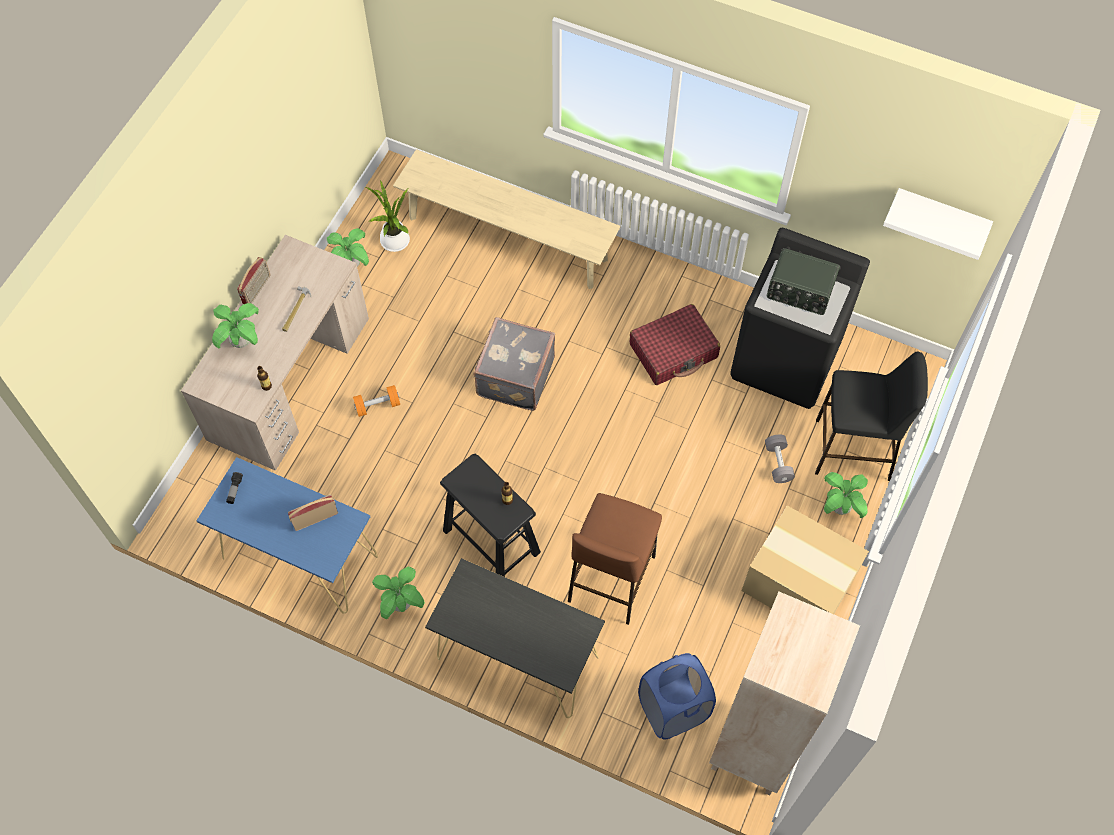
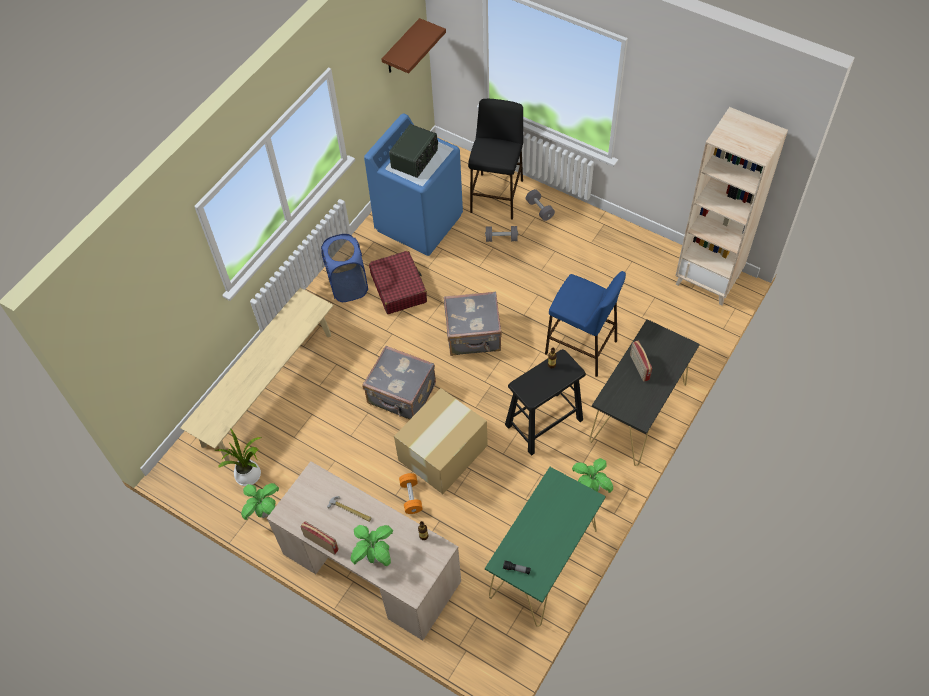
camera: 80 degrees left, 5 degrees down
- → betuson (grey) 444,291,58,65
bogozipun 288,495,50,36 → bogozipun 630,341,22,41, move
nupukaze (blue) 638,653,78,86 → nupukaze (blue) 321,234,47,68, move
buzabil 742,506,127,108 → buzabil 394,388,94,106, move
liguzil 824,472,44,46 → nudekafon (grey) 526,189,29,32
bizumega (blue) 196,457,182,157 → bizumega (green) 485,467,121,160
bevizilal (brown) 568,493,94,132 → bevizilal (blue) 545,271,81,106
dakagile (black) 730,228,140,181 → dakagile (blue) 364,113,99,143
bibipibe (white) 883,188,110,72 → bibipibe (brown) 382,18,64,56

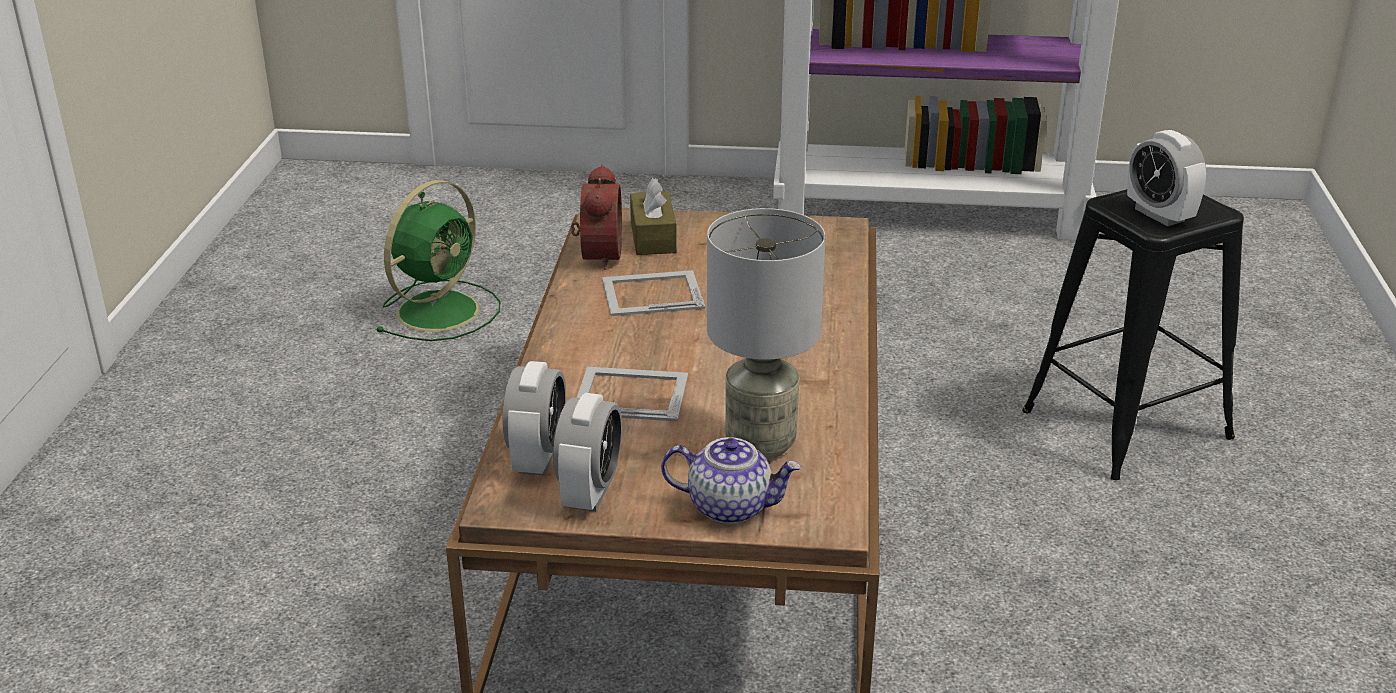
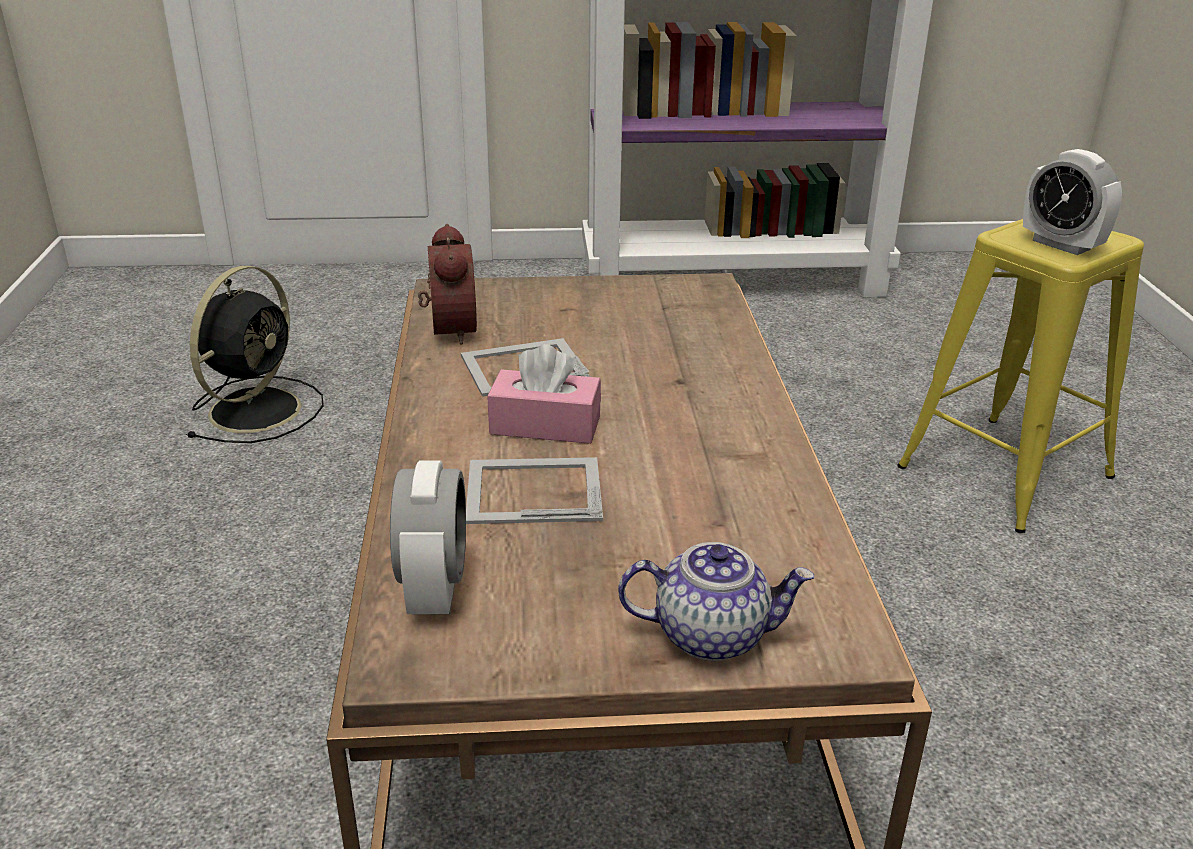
camera: 10 degrees left, 0 degrees up
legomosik 553,393,69,119 → -
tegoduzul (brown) 630,178,47,77 → -
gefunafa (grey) 707,208,118,251 → -
- → tegoduzul (pink) 487,344,114,100
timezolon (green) 376,180,124,161 → timezolon (black) 186,266,138,177
bevizilal (black) 1022,189,222,291 → bevizilal (yellow) 898,219,246,314

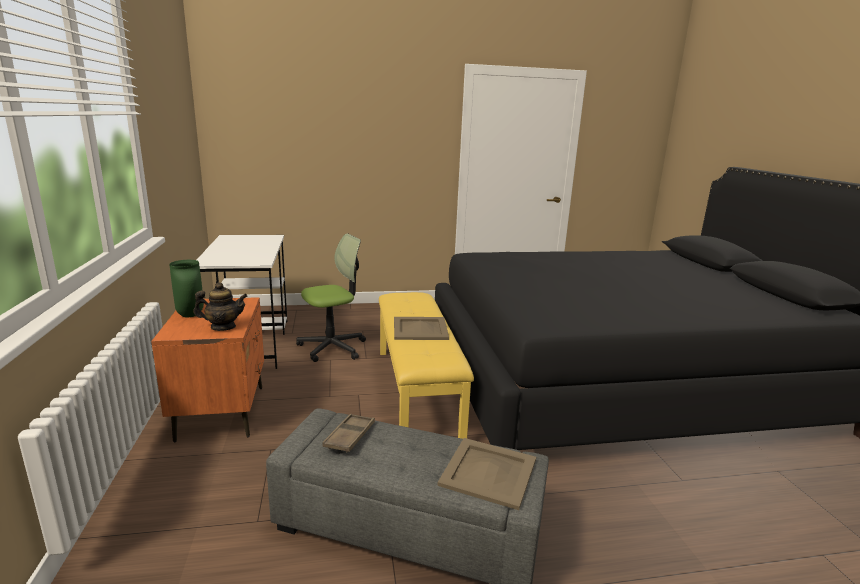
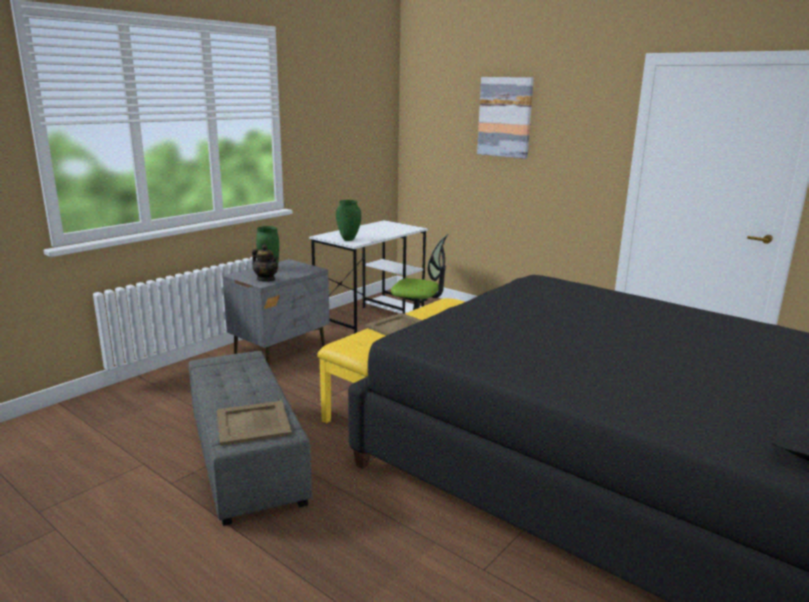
camera: 50 degrees right, 0 degrees up
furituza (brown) 322,414,53,39 → -
- → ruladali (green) 336,200,25,41
- → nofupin 477,77,57,82
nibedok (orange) 151,297,113,146 → nibedok (grey) 222,259,108,108

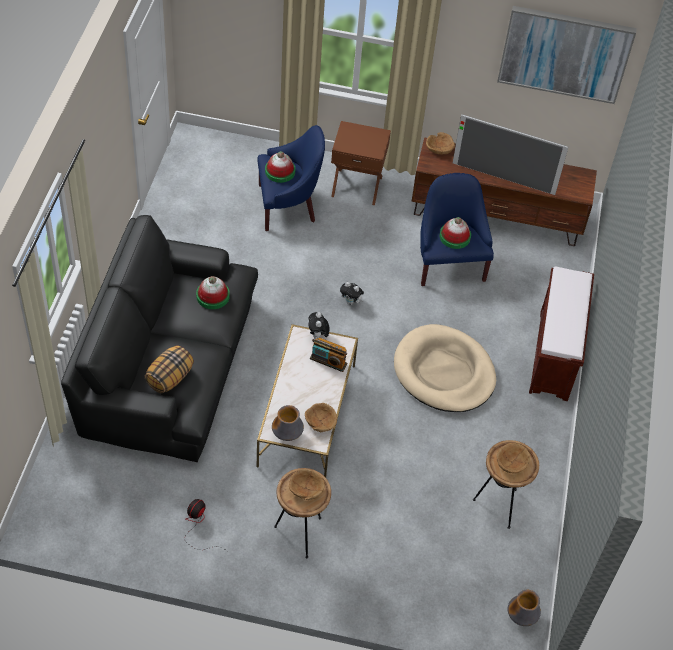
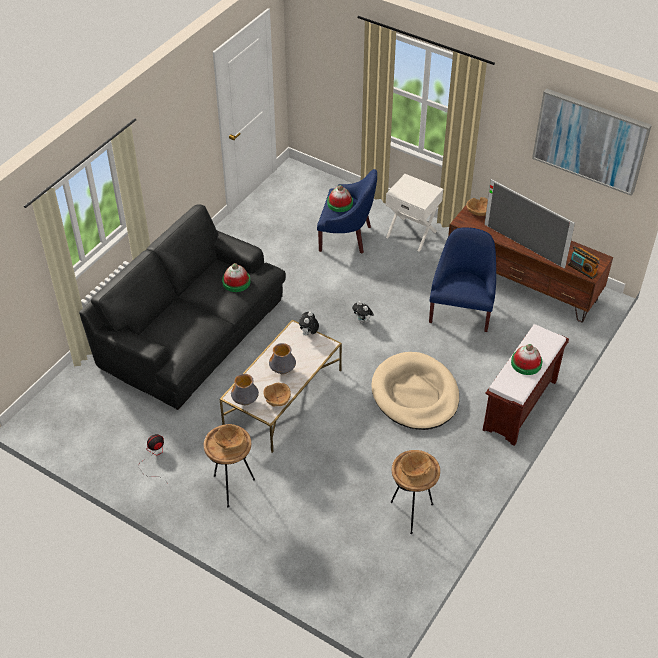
camera: 25 degrees right, 5 degrees down
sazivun 145,346,49,47 → -
bogozipun 310,338,37,34 → bogozipun 568,246,32,34, move
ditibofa 440,217,31,32 → ditibofa 511,344,32,31, move
ruladali 508,590,33,36 → ruladali 269,343,27,32, move
nibedok (brown) 331,121,60,84 → nibedok (white) 385,174,58,78

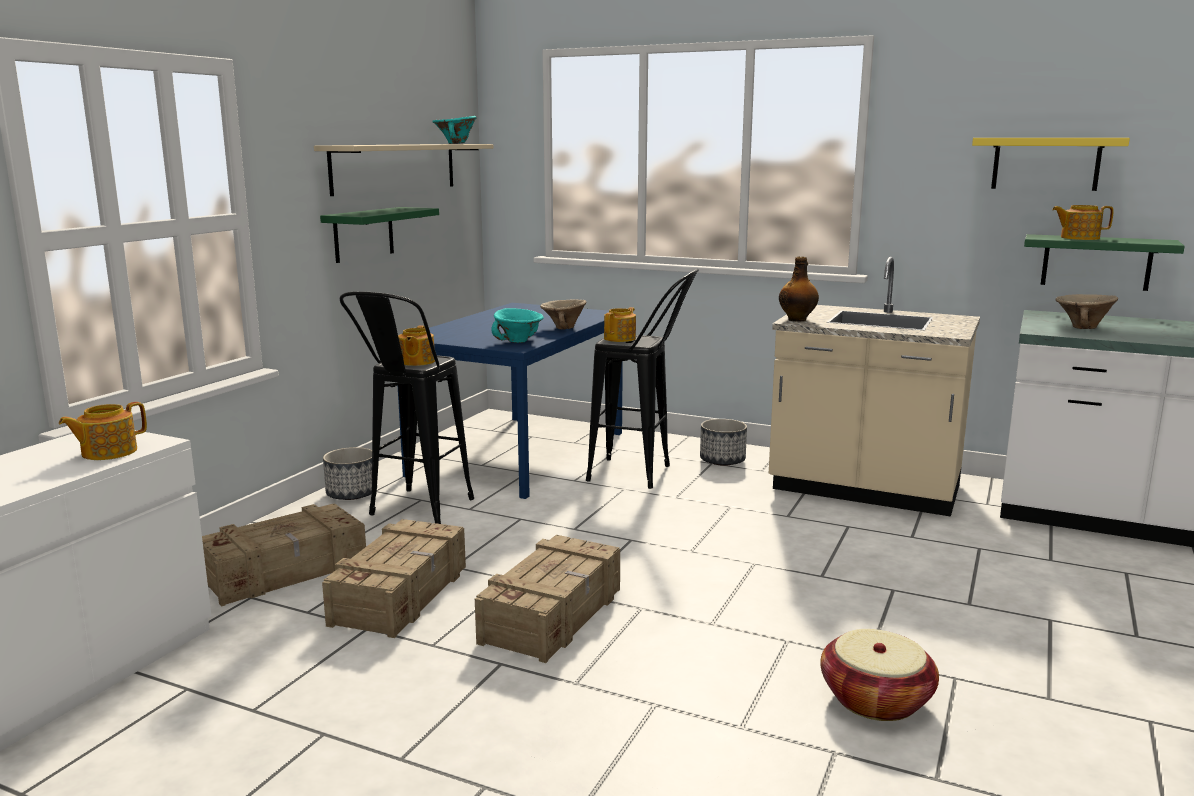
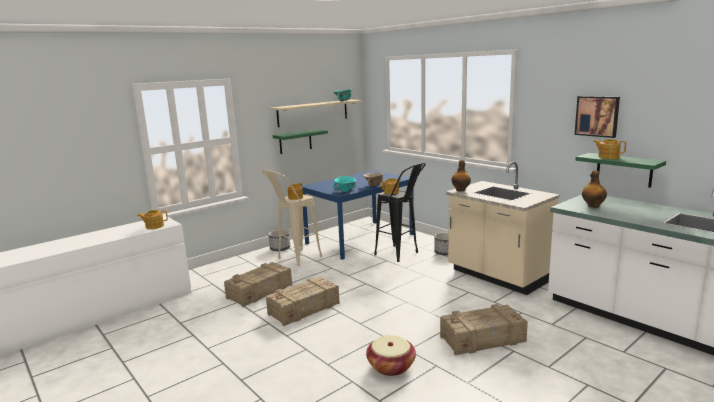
camera: 25 degrees right, 0 degrees up
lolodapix 202,503,164,104 → lolodapix 440,304,88,52, move
bibipibe (yellow) 972,138,158,53 → nofupin 575,96,45,42
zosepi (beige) 1055,294,63,35 → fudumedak 582,171,25,37
bevizilal (black) 340,291,134,233 → bevizilal (beige) 262,170,60,96

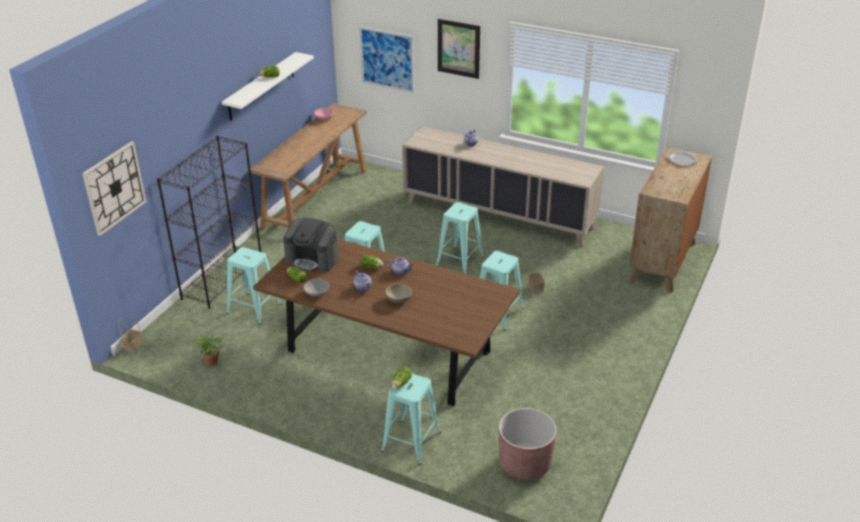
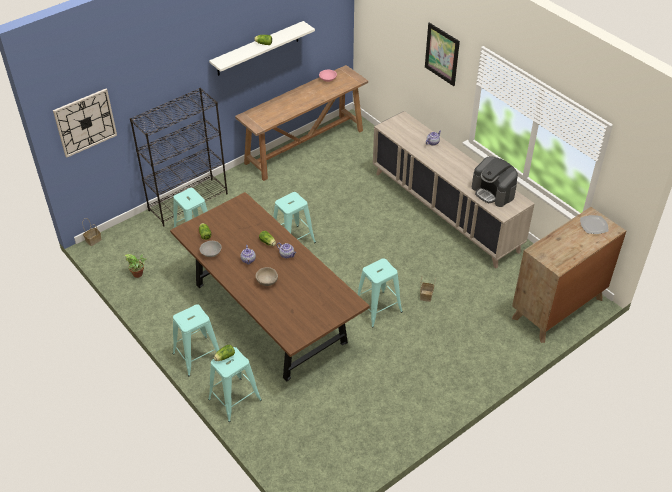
camera: 25 degrees right, 10 degrees up
nofupin 359,27,56,66 → -
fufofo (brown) 499,408,58,72 → -
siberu 283,218,56,55 → siberu 472,156,46,51, move
bevizilal (turquoise) 436,202,48,72 → bevizilal (turquoise) 173,304,47,72, move

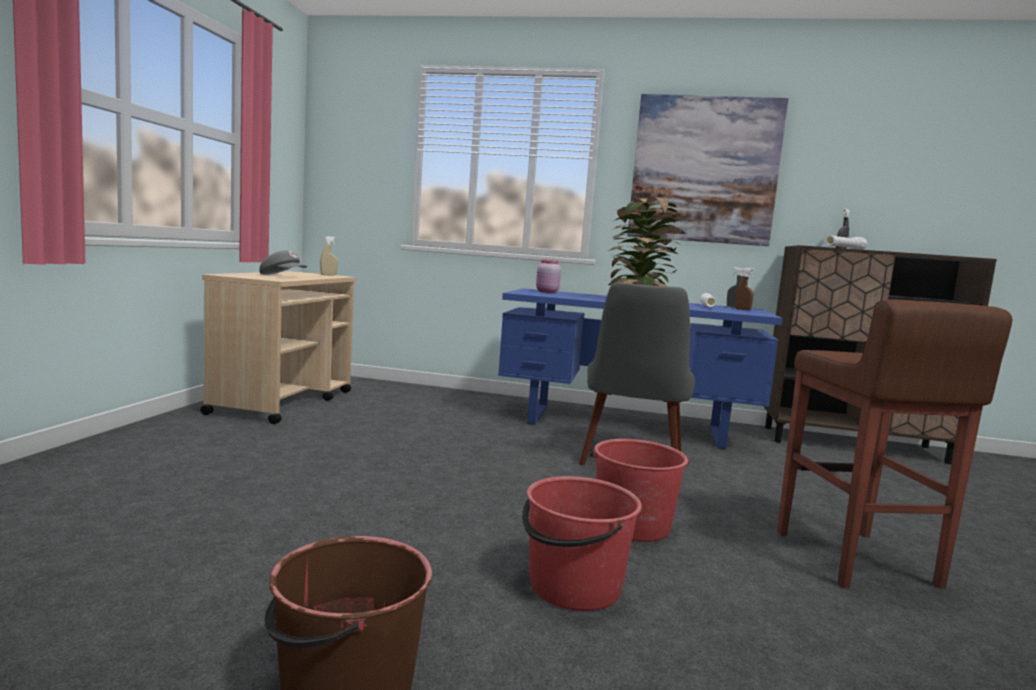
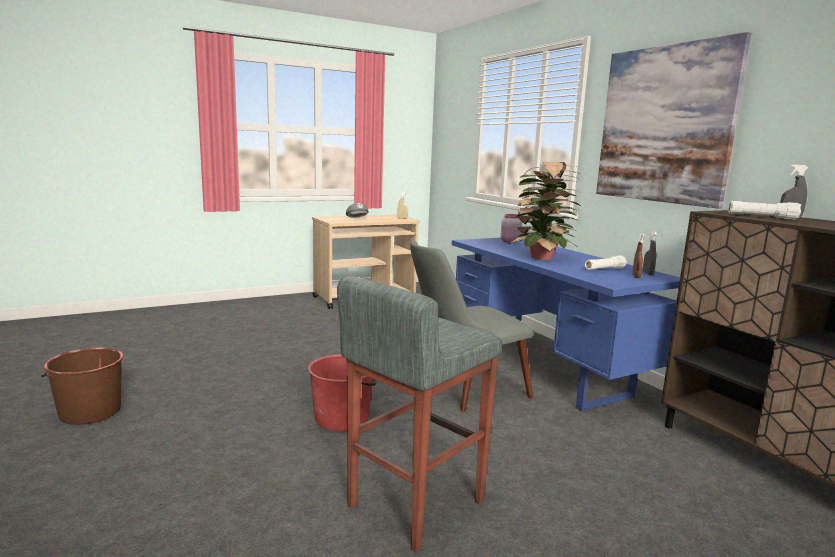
camera: 50 degrees right, 5 degrees up
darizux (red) 522,476,120,135 → -
bevizilal (brown) 777,299,235,290 → bevizilal (grey) 337,276,165,277

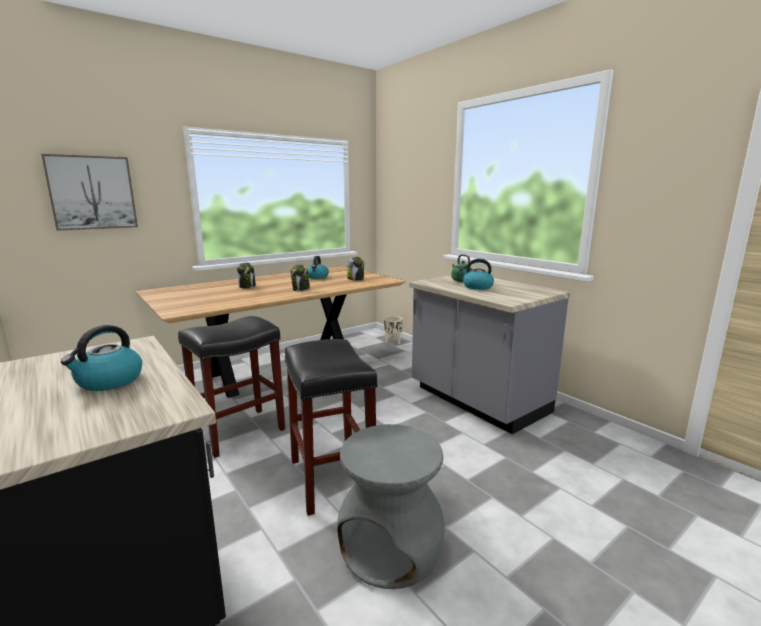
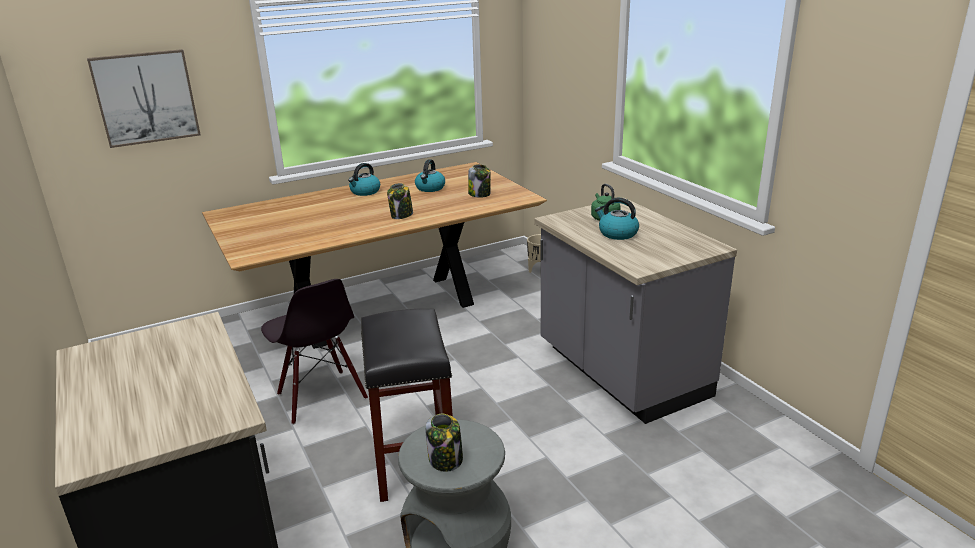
camera: 10 degrees right, 10 degrees up
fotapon 61,325,81,66 → fotapon 348,163,32,33, move
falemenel 237,263,19,26 → falemenel 425,414,38,58, move
bevizilal (black) 178,316,107,142 → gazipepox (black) 261,279,107,146

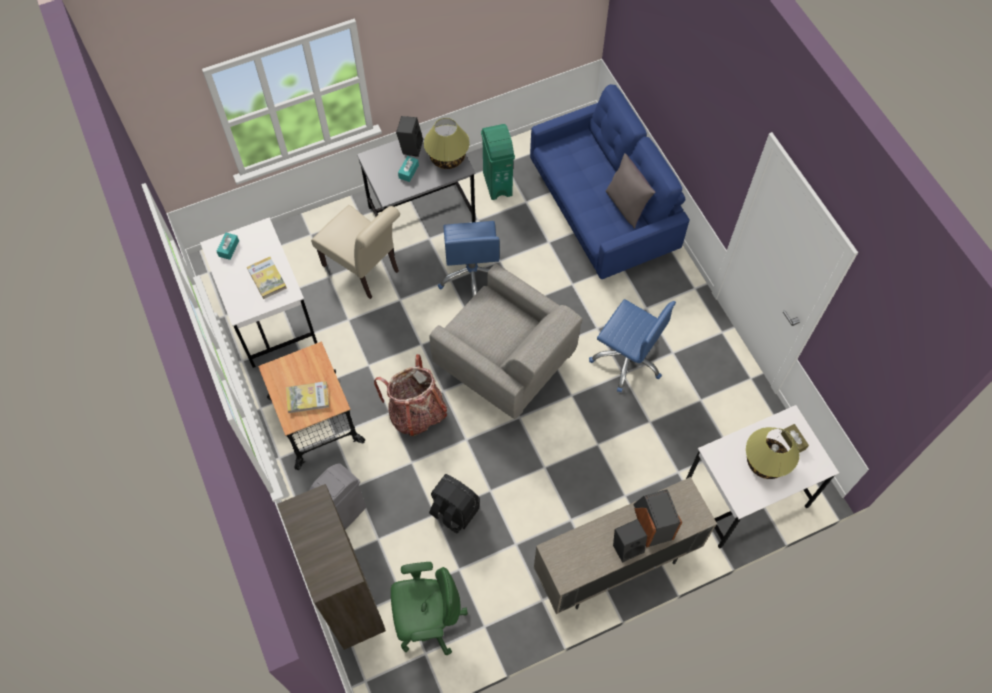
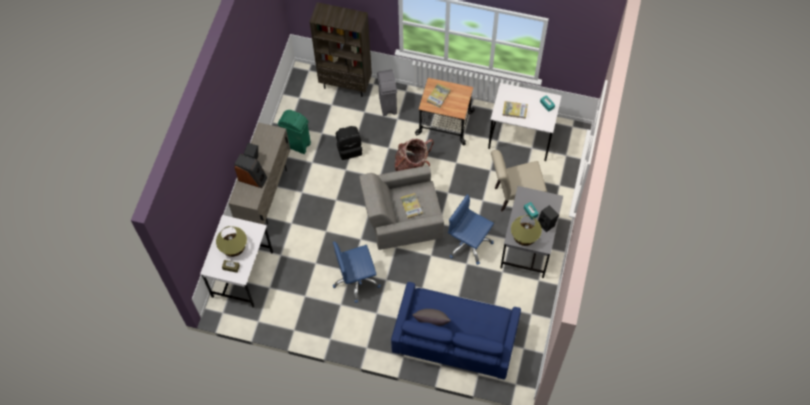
camera: 130 degrees right, 0 degrees up
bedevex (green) 391,562,77,93 → -
- → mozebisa 400,193,23,26
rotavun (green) 481,124,34,76 → rotavun (green) 278,110,33,44, move

